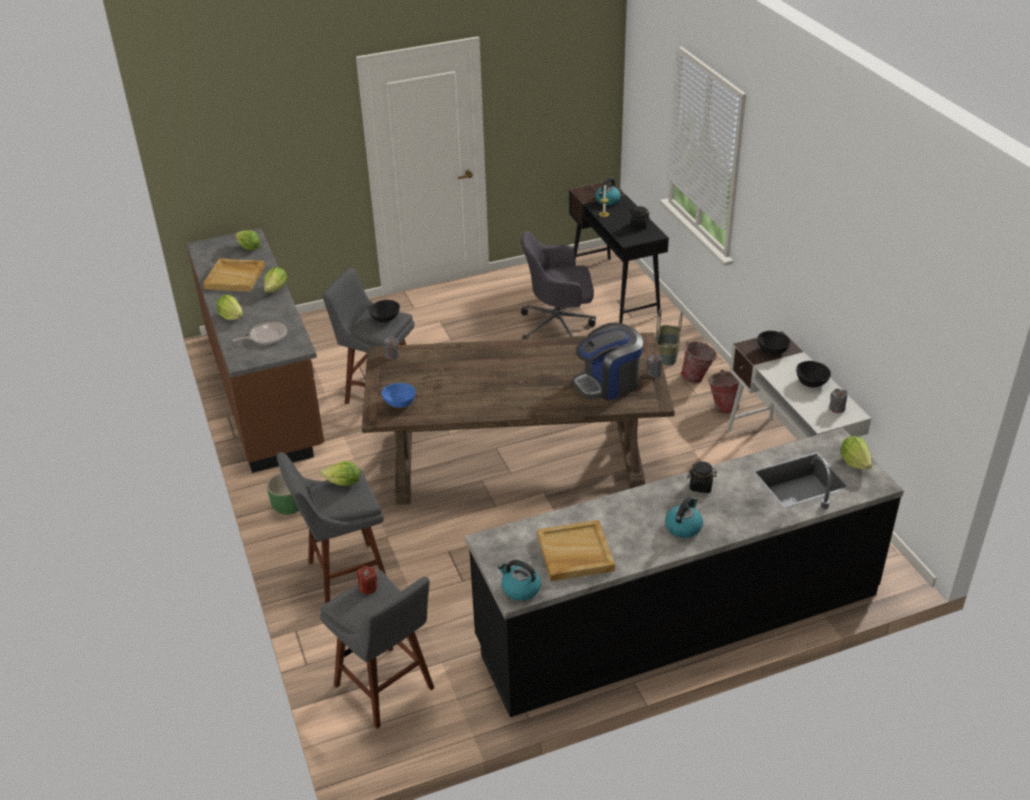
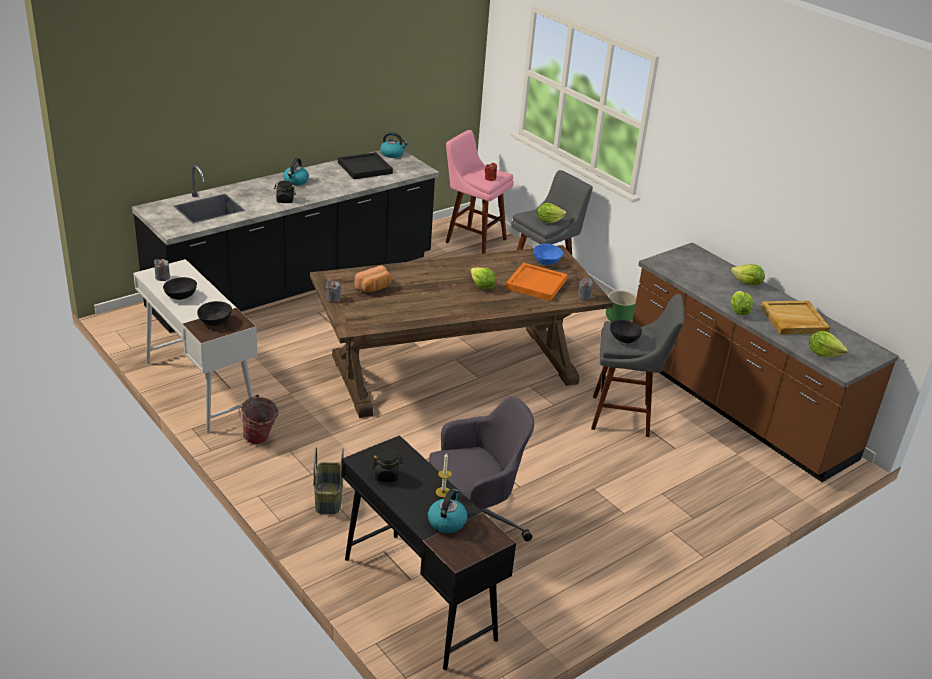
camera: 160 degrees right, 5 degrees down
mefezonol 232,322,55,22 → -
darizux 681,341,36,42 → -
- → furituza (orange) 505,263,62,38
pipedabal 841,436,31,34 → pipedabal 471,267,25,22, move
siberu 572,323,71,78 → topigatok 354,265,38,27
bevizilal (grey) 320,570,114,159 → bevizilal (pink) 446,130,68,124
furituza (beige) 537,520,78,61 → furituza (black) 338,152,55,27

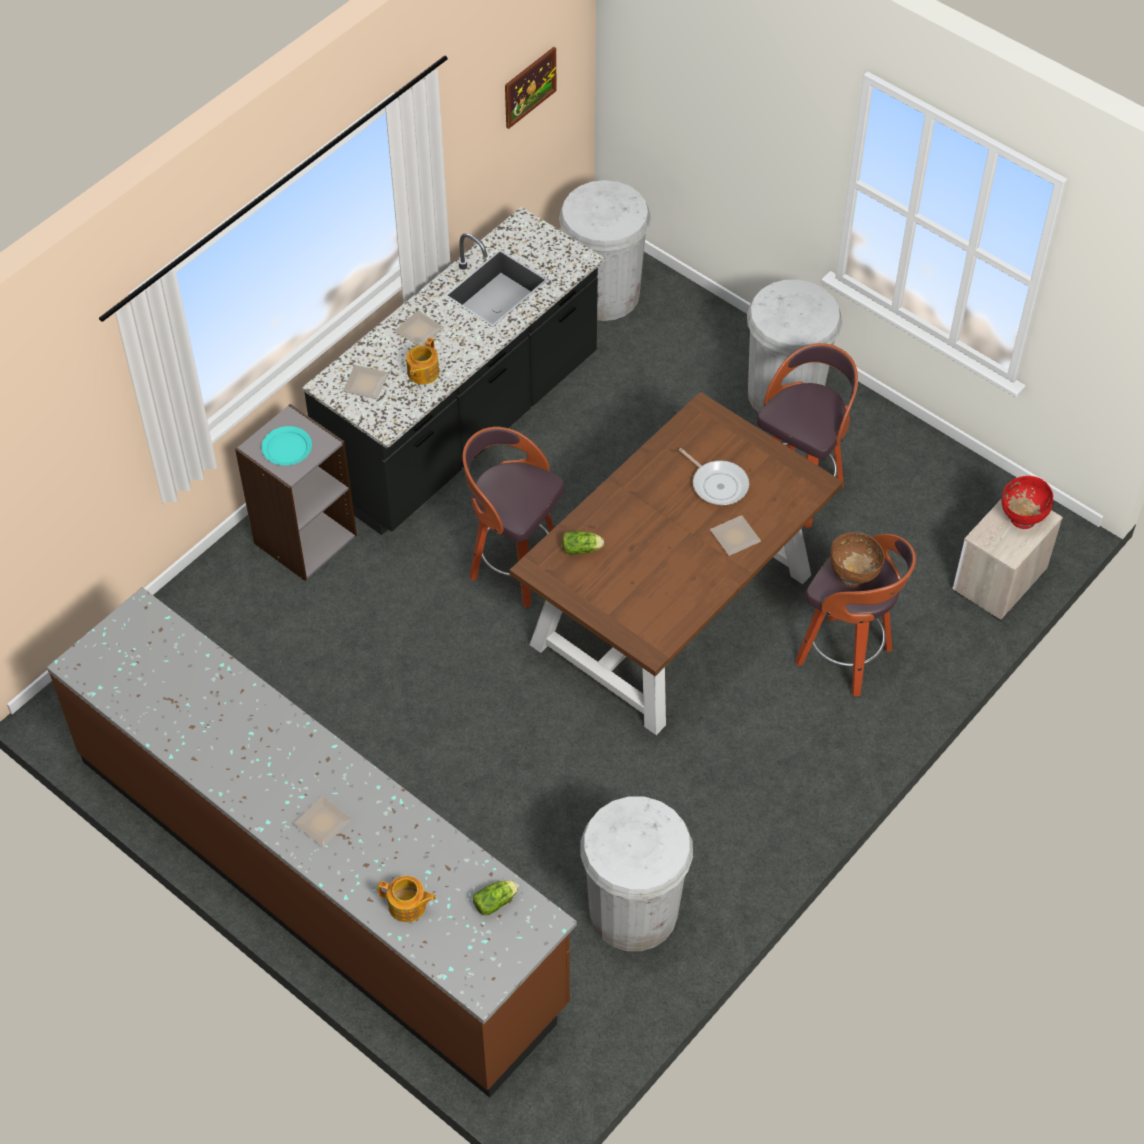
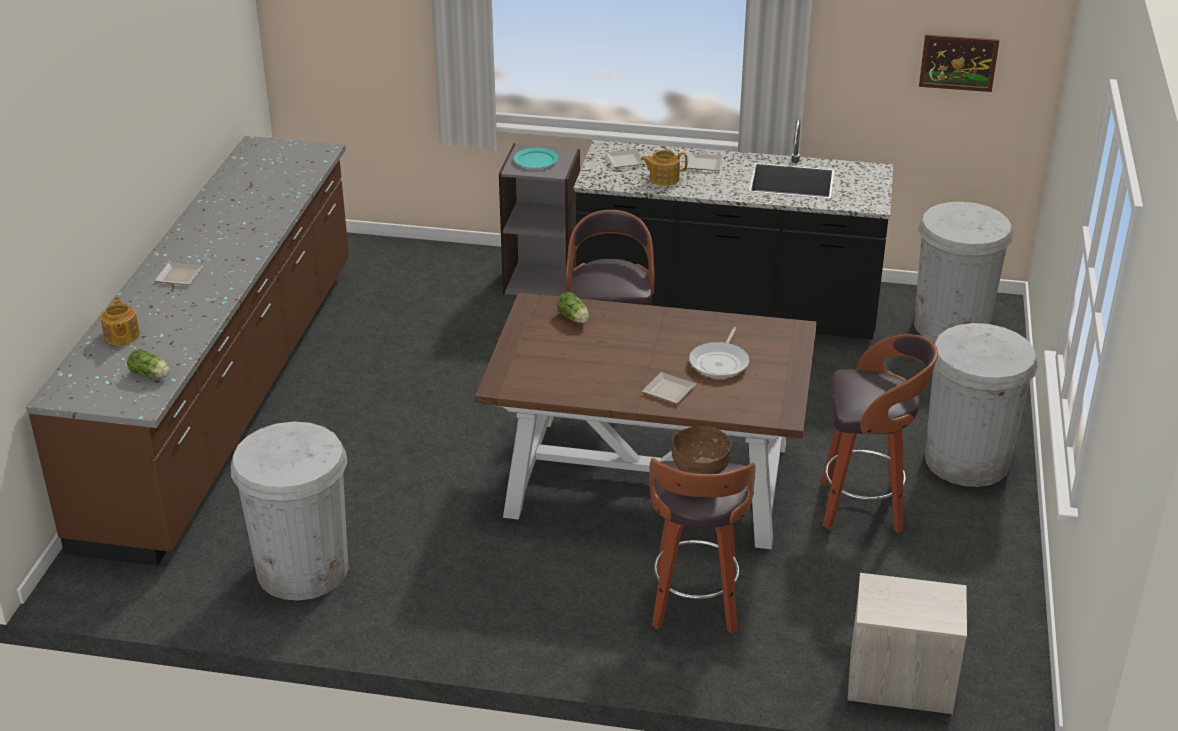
camera: 60 degrees right, 20 degrees down
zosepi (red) 1002,476,51,53 → -

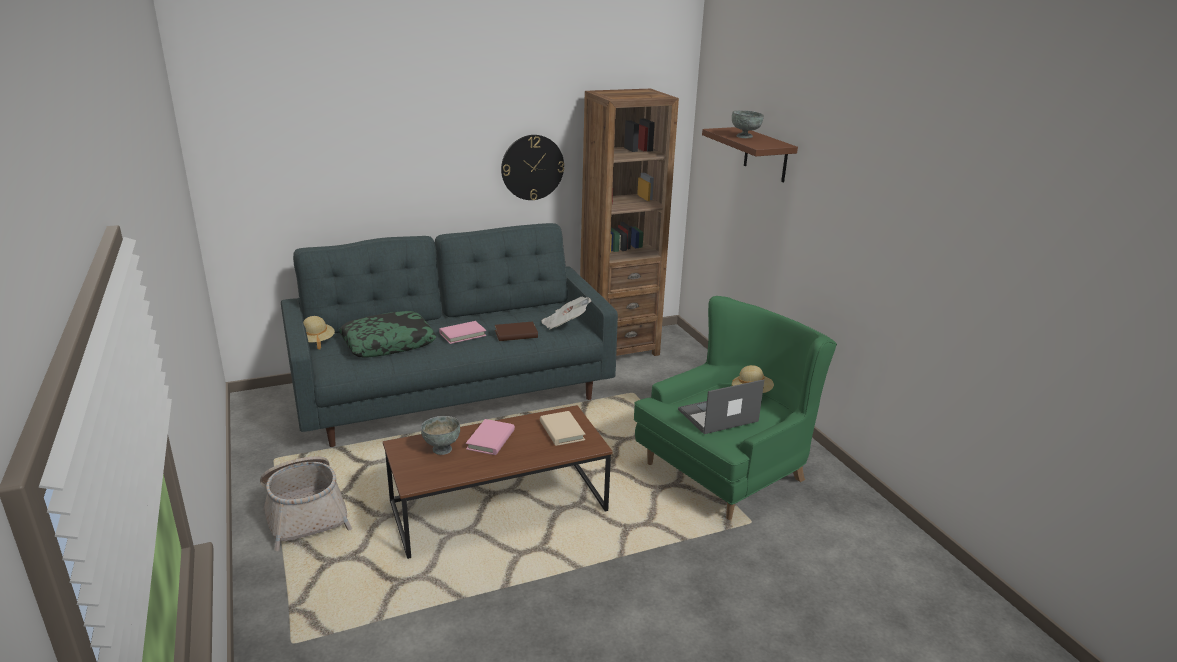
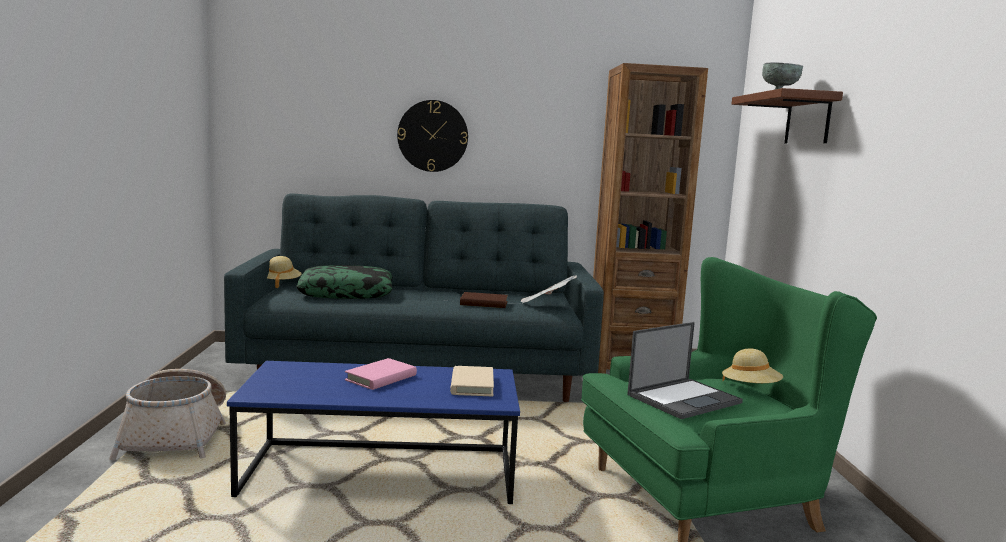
camera: 20 degrees right, 15 degrees down
zosepi (grey) 421,416,39,39 → -
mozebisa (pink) 439,321,47,23 → -
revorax 501,135,63,65 → revorax 397,100,71,72, move
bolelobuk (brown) 383,405,230,154 → bolelobuk (blue) 227,361,293,143
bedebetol 678,379,86,55 → bedebetol 627,322,116,97, 150 degrees clockwise

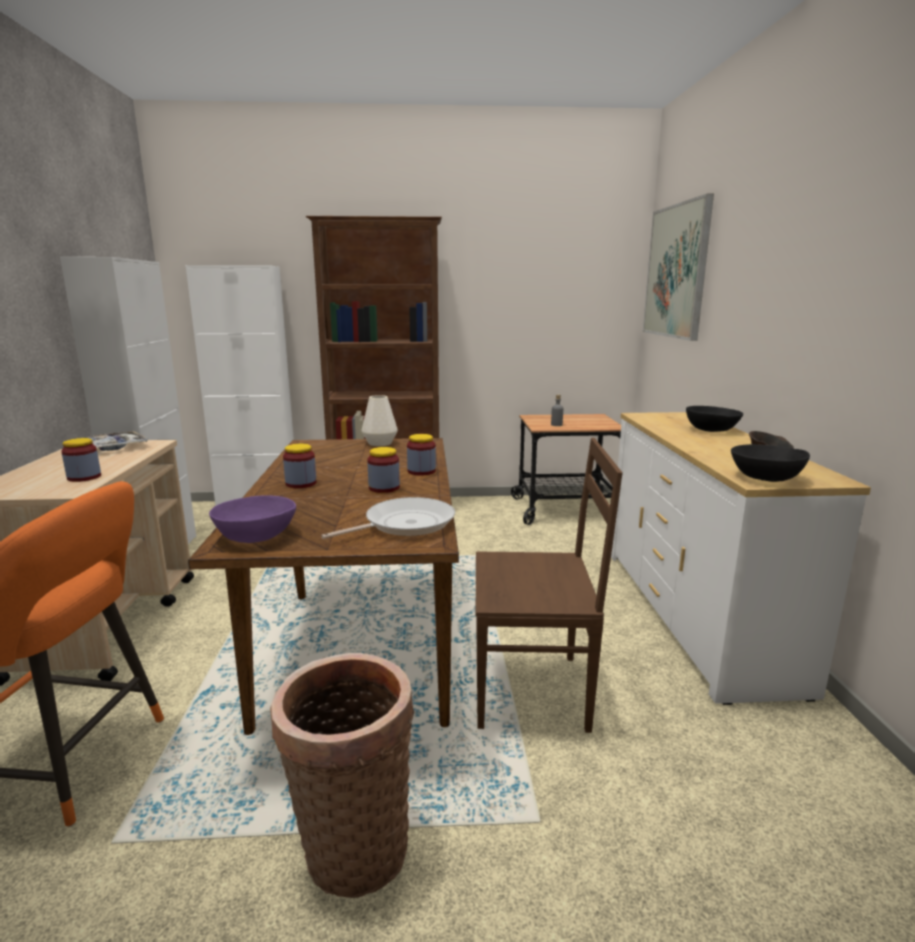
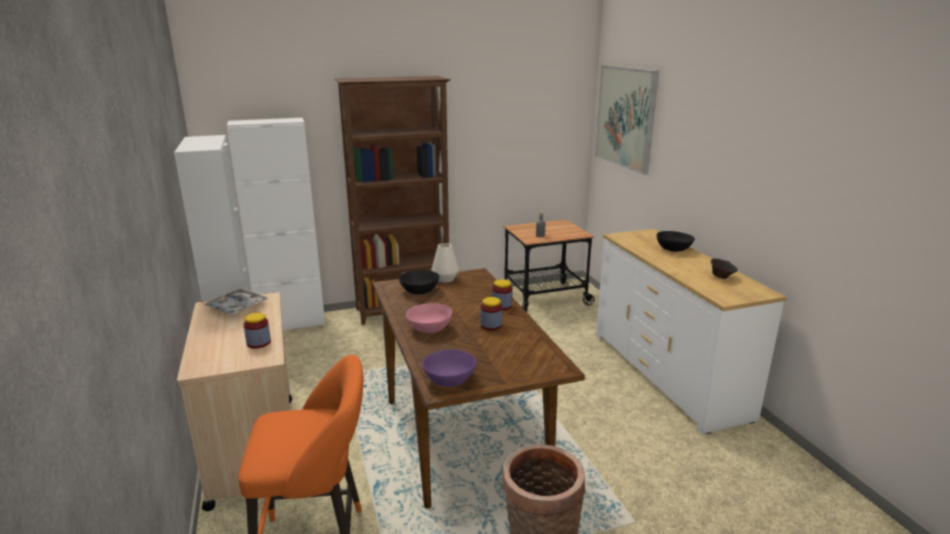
camera: 15 degrees left, 5 degrees up
mefezonol 321,497,134,42 → -
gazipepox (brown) 476,438,147,295 → -
zosepi (black) 731,444,79,38 → zosepi (black) 399,270,40,25, move
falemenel 283,444,33,44 → zosepi (pink) 406,303,46,30

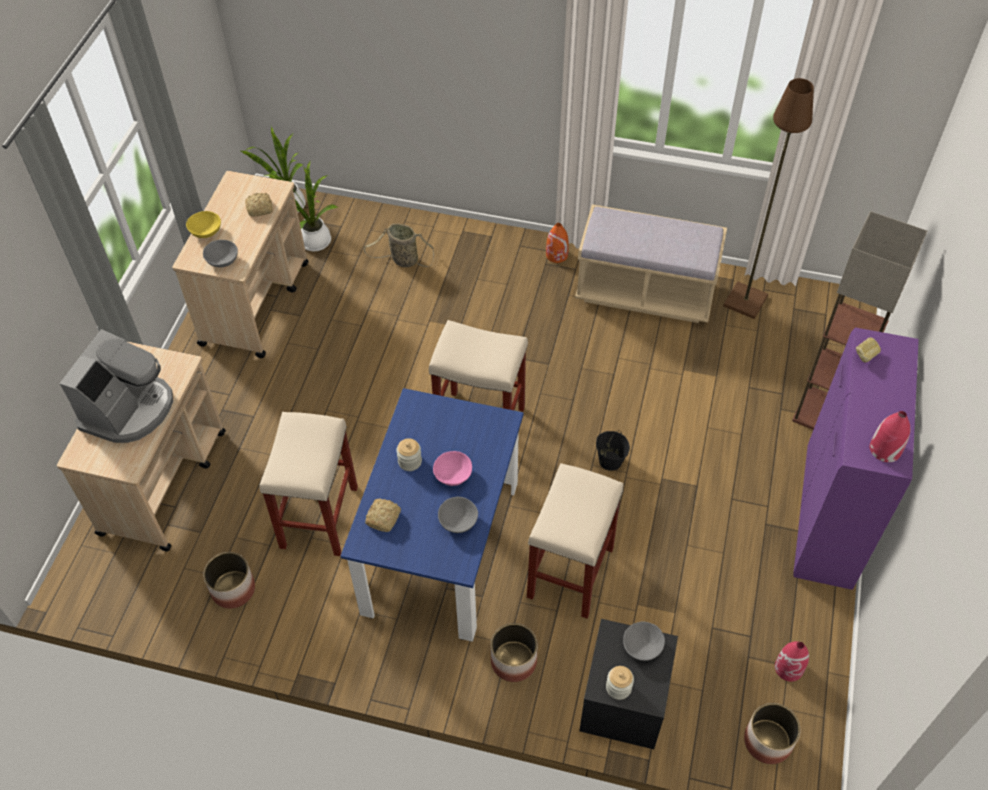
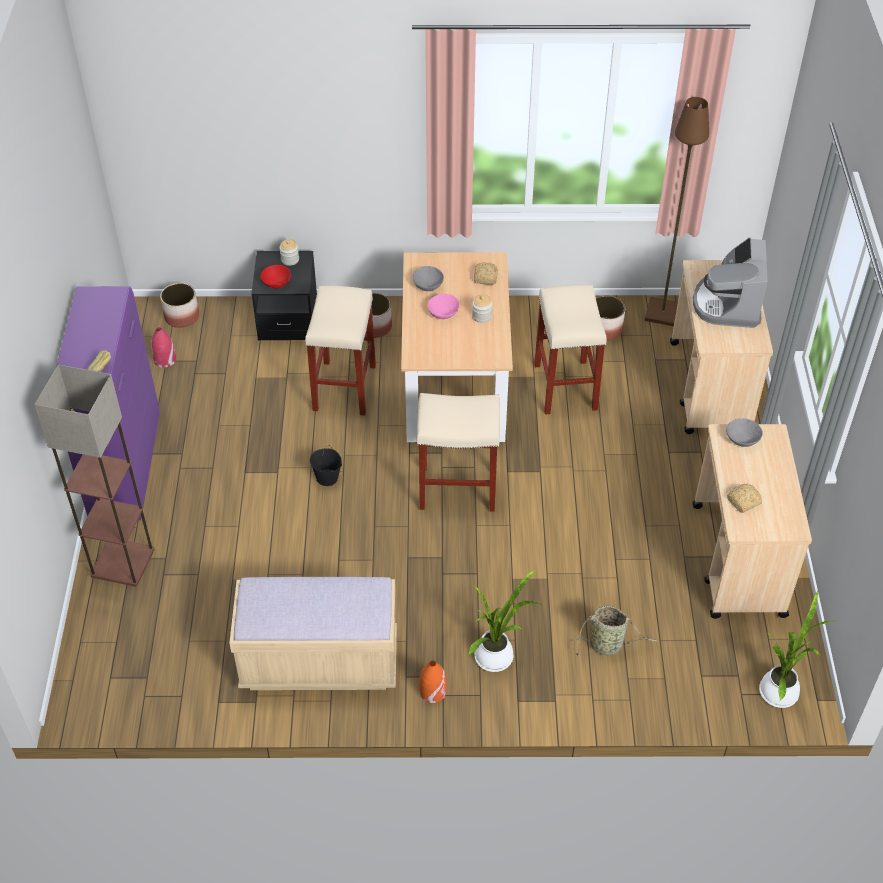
camera: 165 degrees right, 5 degrees down
zosepi (yellow) 186,211,35,27 → -
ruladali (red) 870,411,41,51 → -
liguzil 264,161,74,90 → liguzil 468,570,75,102, move
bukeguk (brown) 723,78,91,241 → bukeguk (brown) 645,97,64,229, move
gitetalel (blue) 341,388,182,254 → gitetalel (beige) 401,252,112,191
zosepi (grey) 623,621,42,40 → zosepi (red) 261,265,30,23

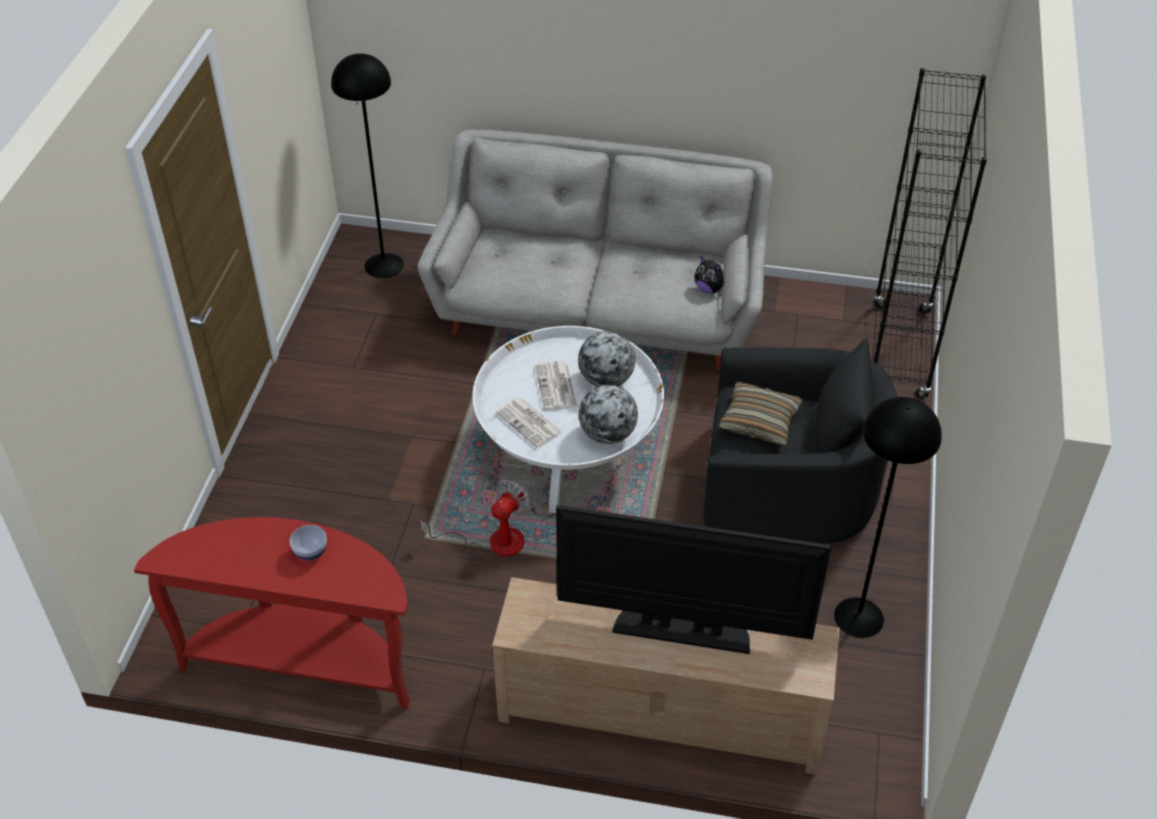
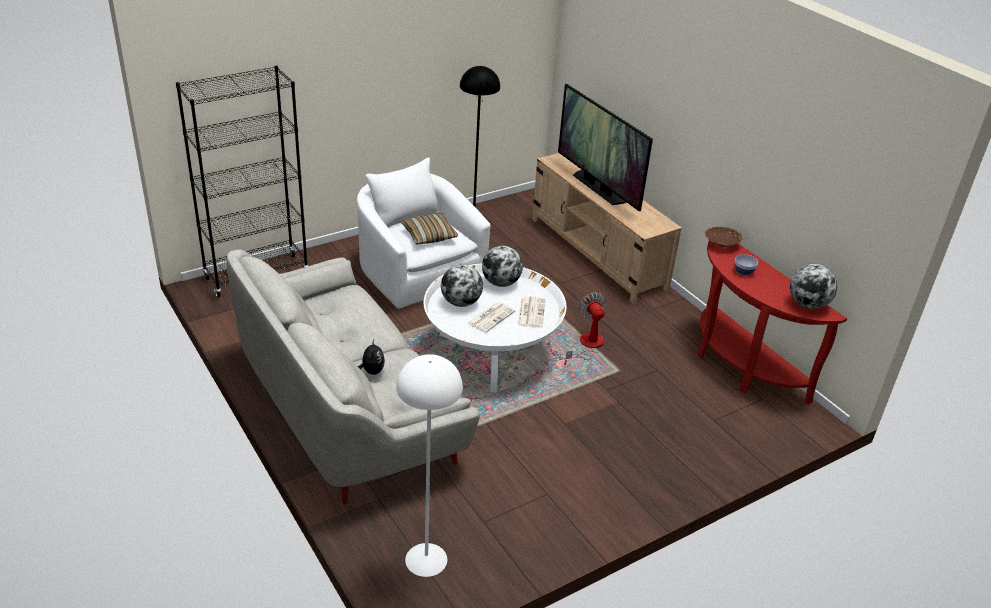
camera: 135 degrees left, 10 degrees down
- → zosepi (brown) 705,227,38,20
- → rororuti 790,264,47,45
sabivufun 695,257,31,37 → sabivufun 358,340,27,35, move
bukeguk (black) 331,53,73,225 → bukeguk (white) 396,354,67,223
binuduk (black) 704,339,194,205 → binuduk (white) 357,157,134,152
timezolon 420,479,113,80 → timezolon 564,292,42,73, 75 degrees clockwise

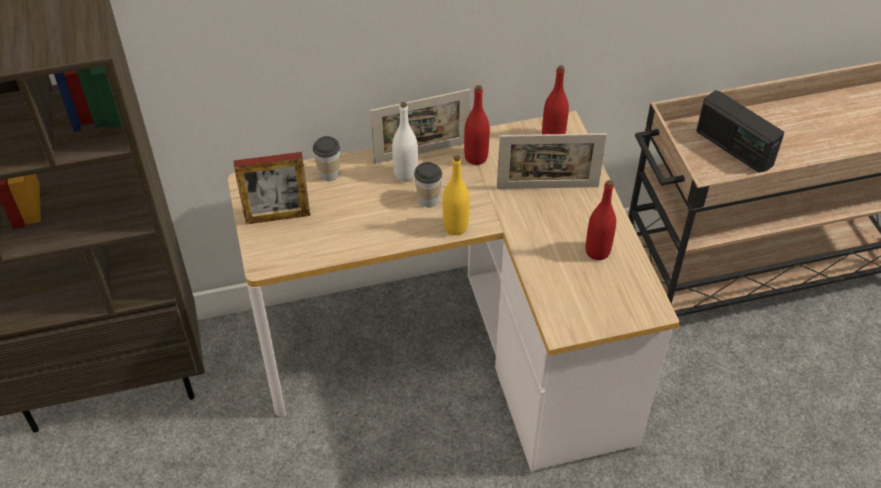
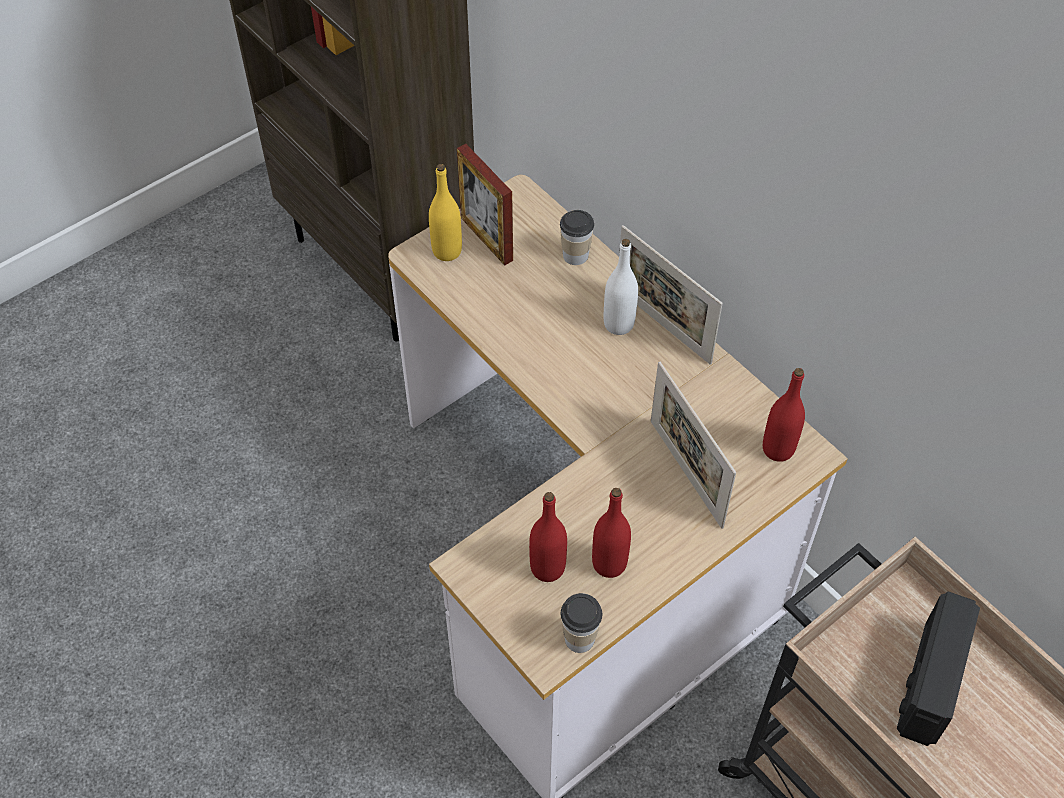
camera: 65 degrees right, 5 degrees up
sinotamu 414,162,28,45 → sinotamu 561,593,41,60, move
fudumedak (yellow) 443,155,27,80 → fudumedak (yellow) 429,164,33,97, move
fudumedak (red) 464,85,26,80 → fudumedak (red) 529,492,38,90, move

